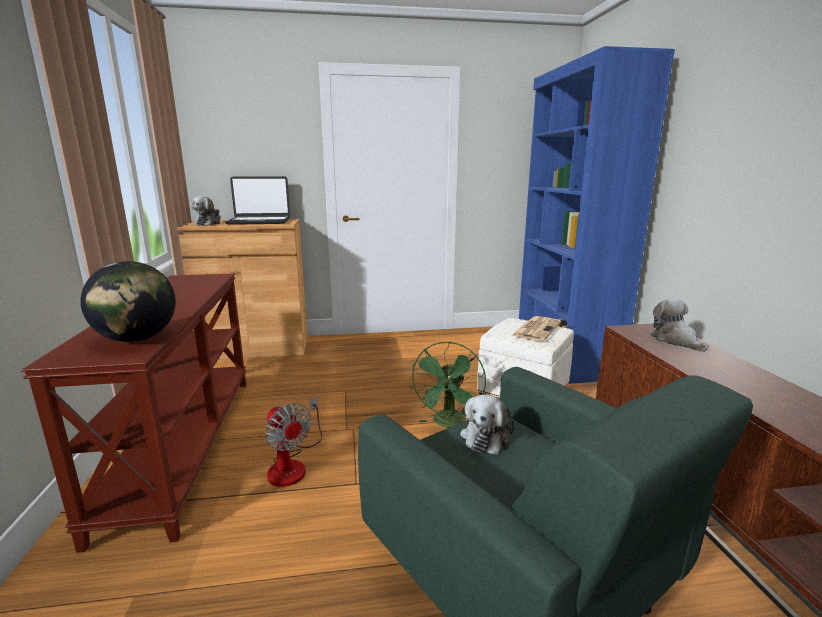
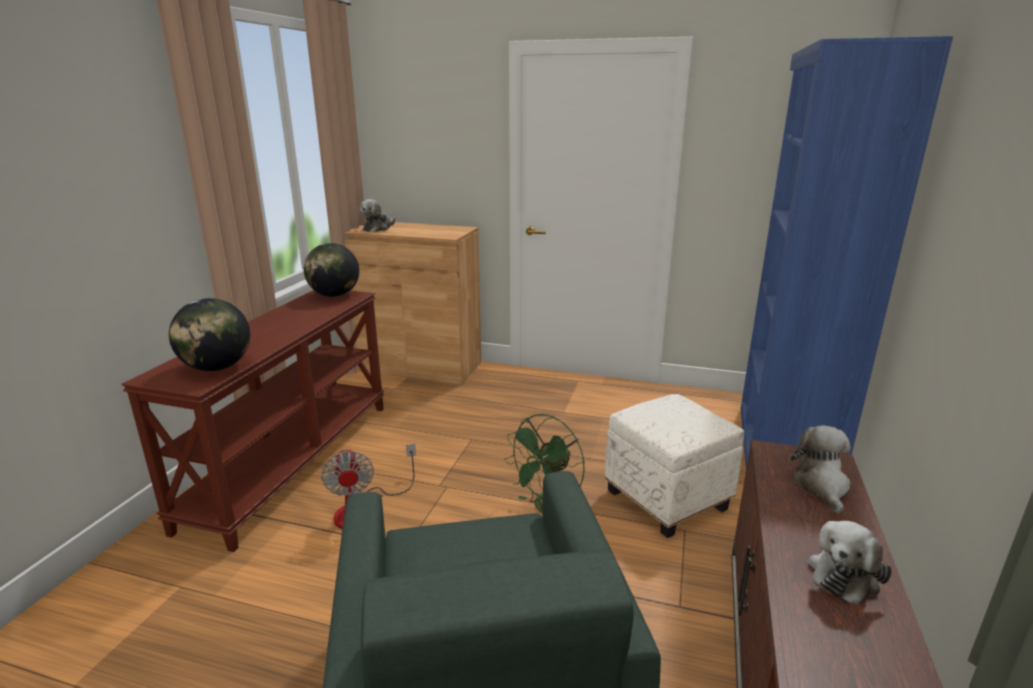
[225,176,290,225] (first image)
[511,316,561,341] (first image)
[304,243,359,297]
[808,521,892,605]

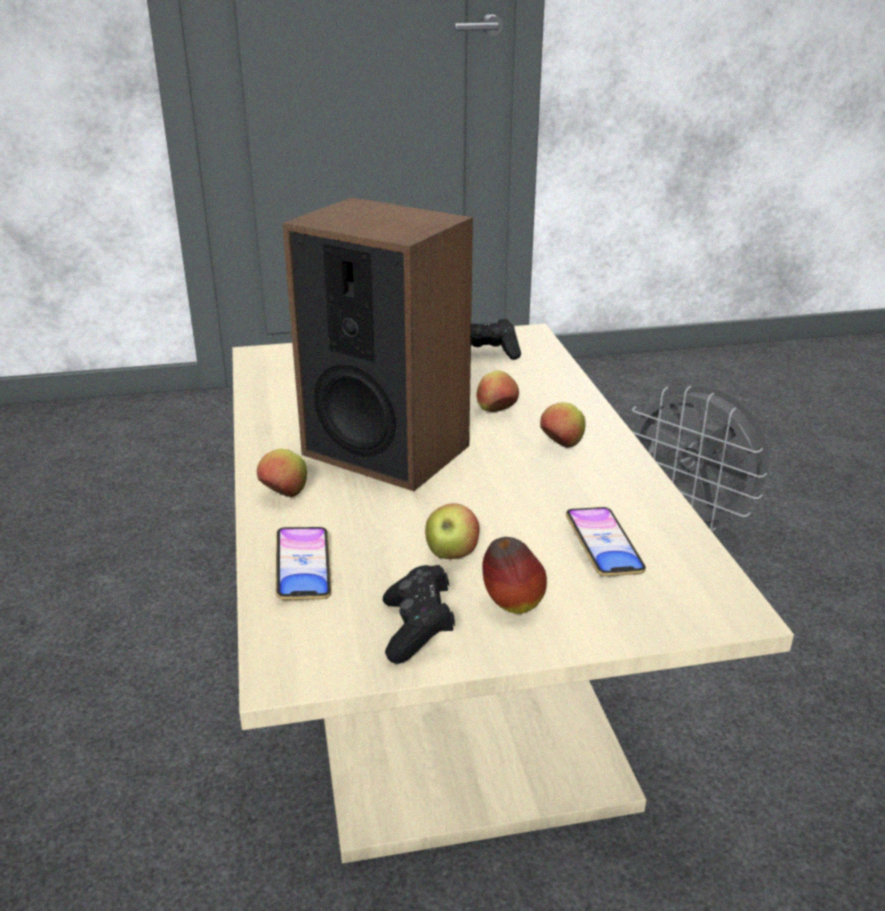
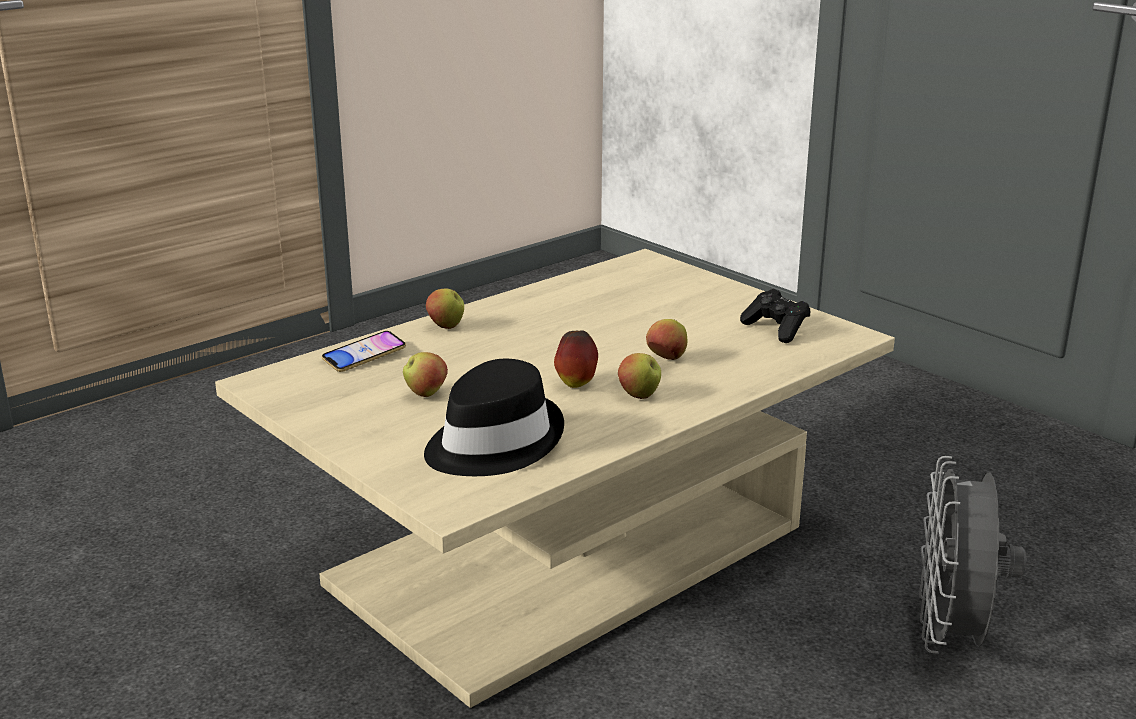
[282,197,473,491] (first image)
[383,565,455,664] (first image)
[554,330,598,388]
[424,359,564,476]

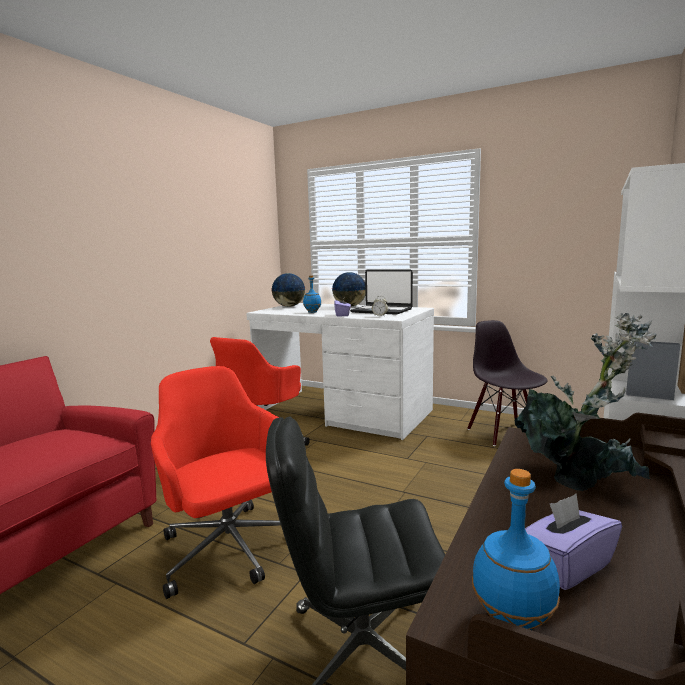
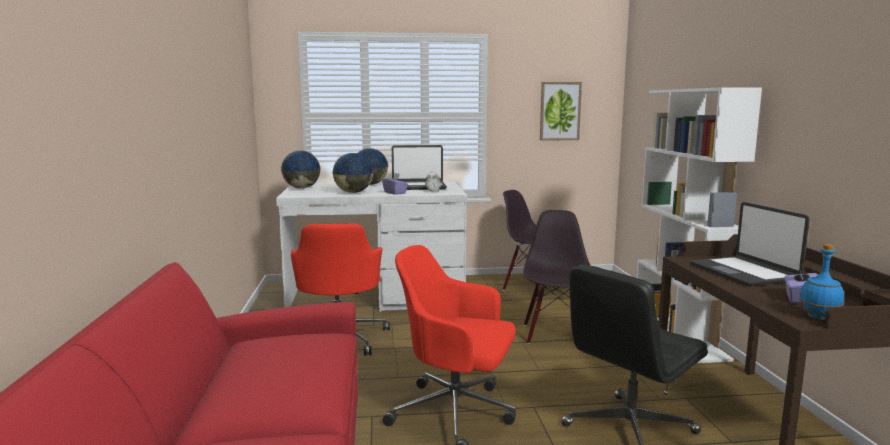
[523,210,591,344]
[540,82,582,141]
[332,153,374,193]
[690,202,810,286]

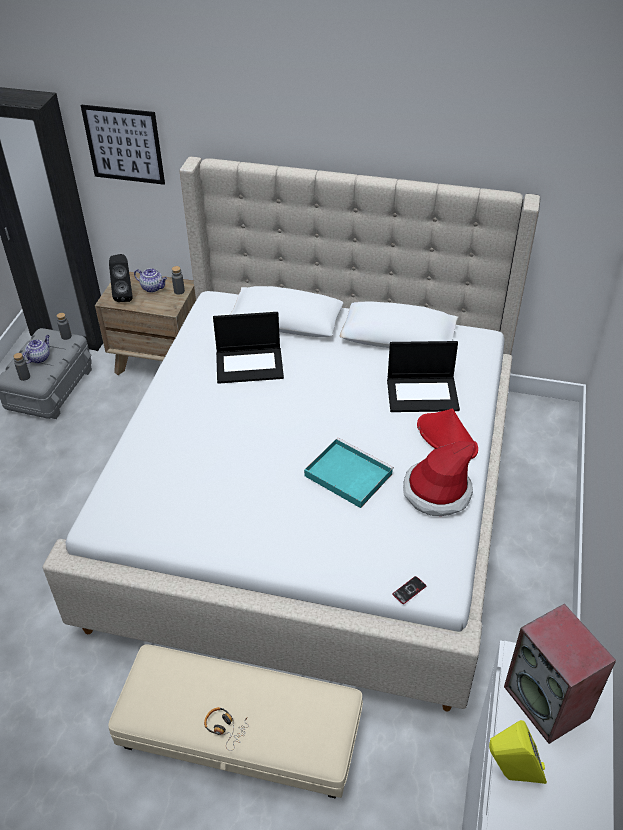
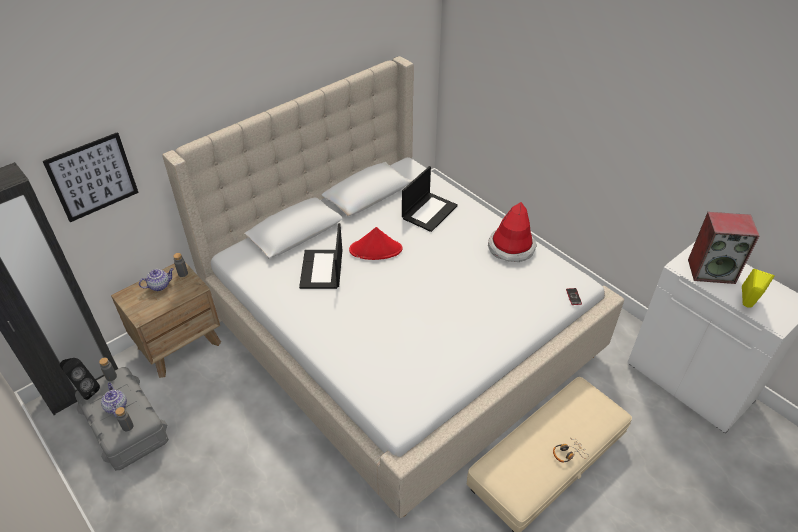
[304,438,394,508] (first image)
[60,358,100,400]
[349,227,403,260]
[299,223,342,289]

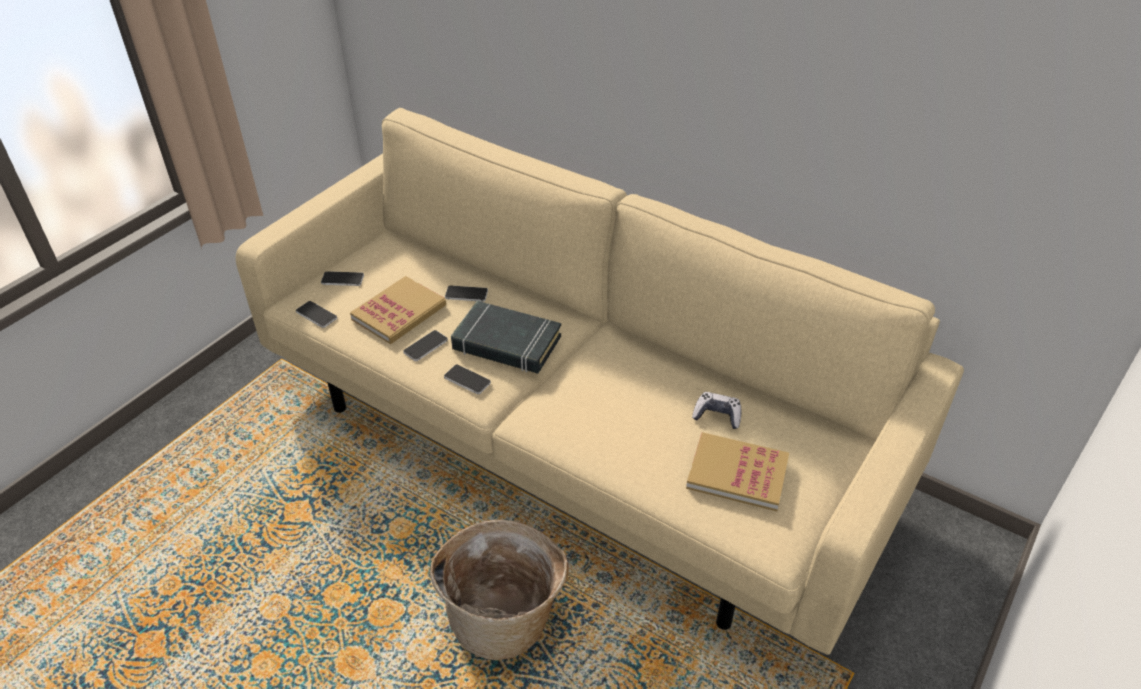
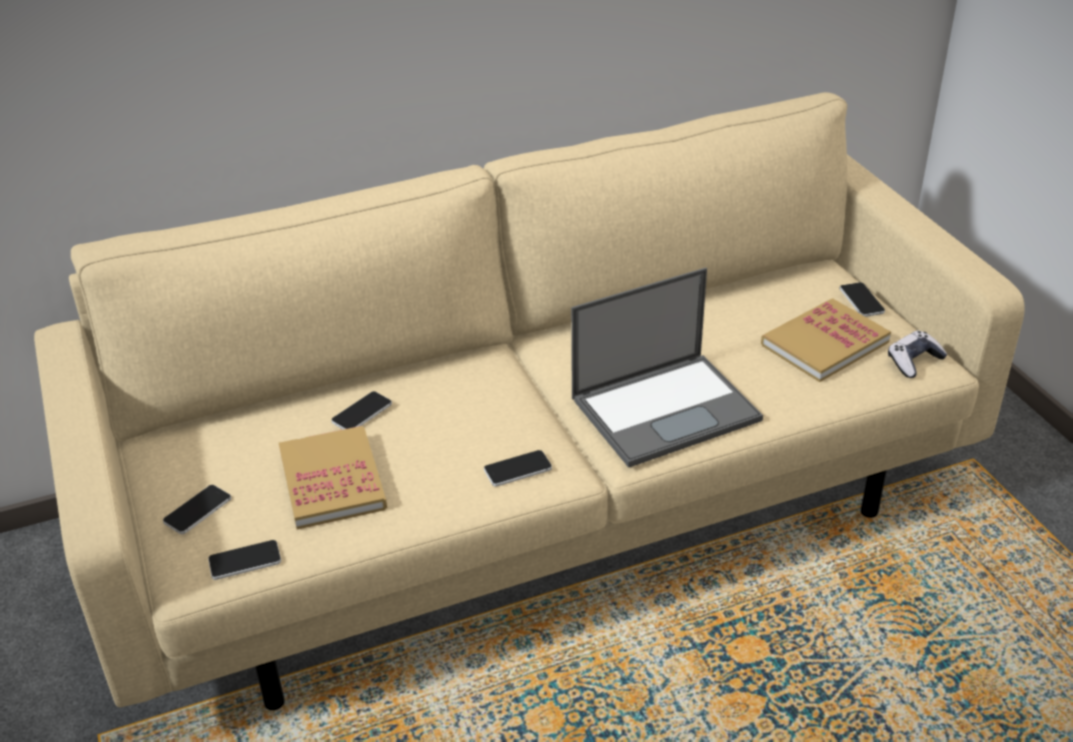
[429,520,569,660] (first image)
[451,301,561,374] (first image)
[571,268,763,468]
[840,282,885,317]
[888,331,948,378]

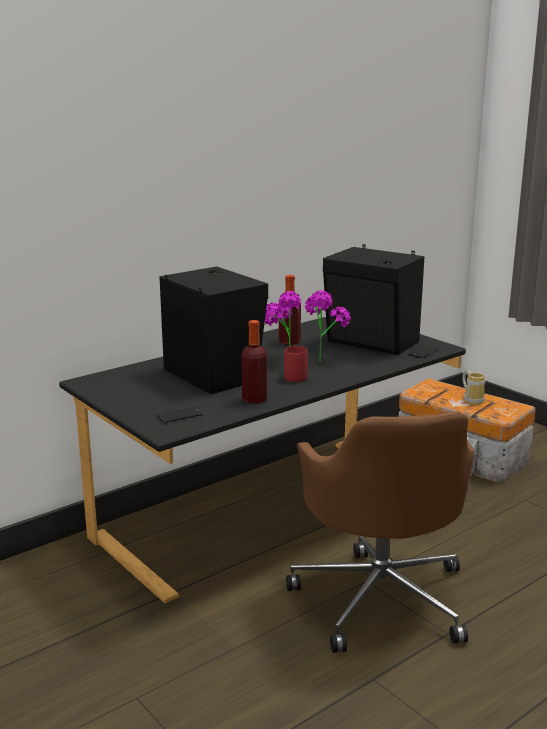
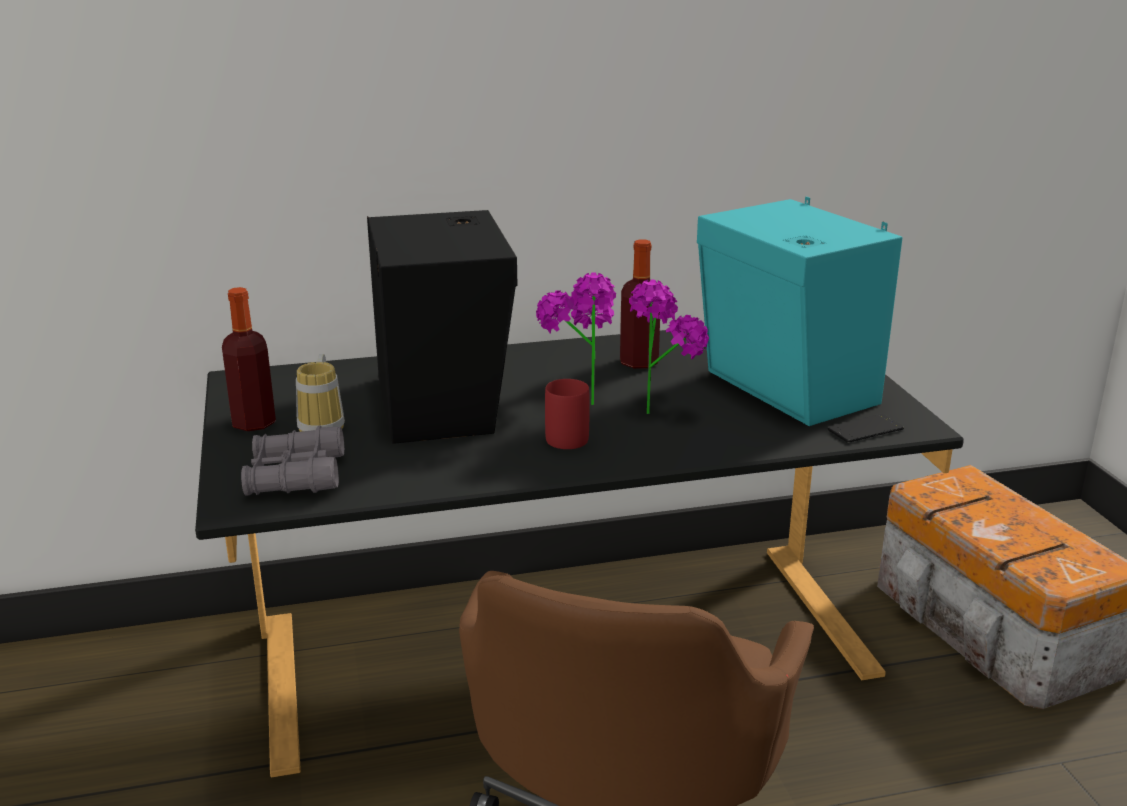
[222,287,276,431]
[296,354,345,432]
[241,426,344,496]
[697,196,902,426]

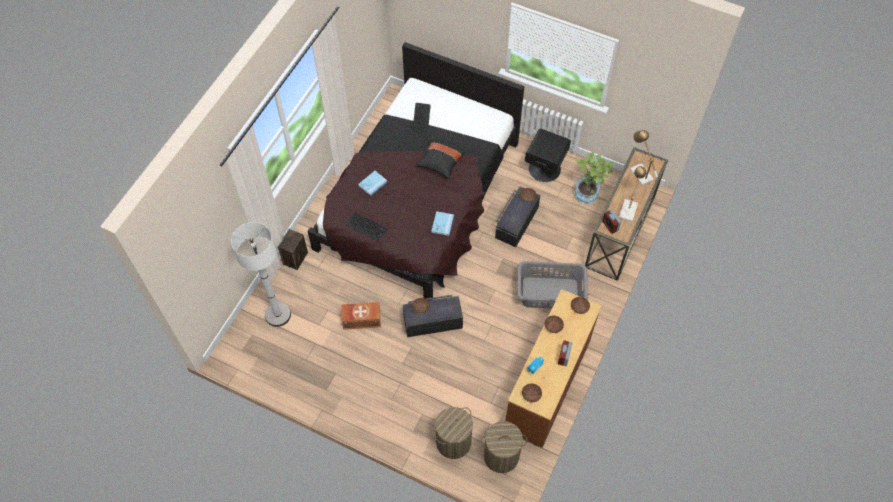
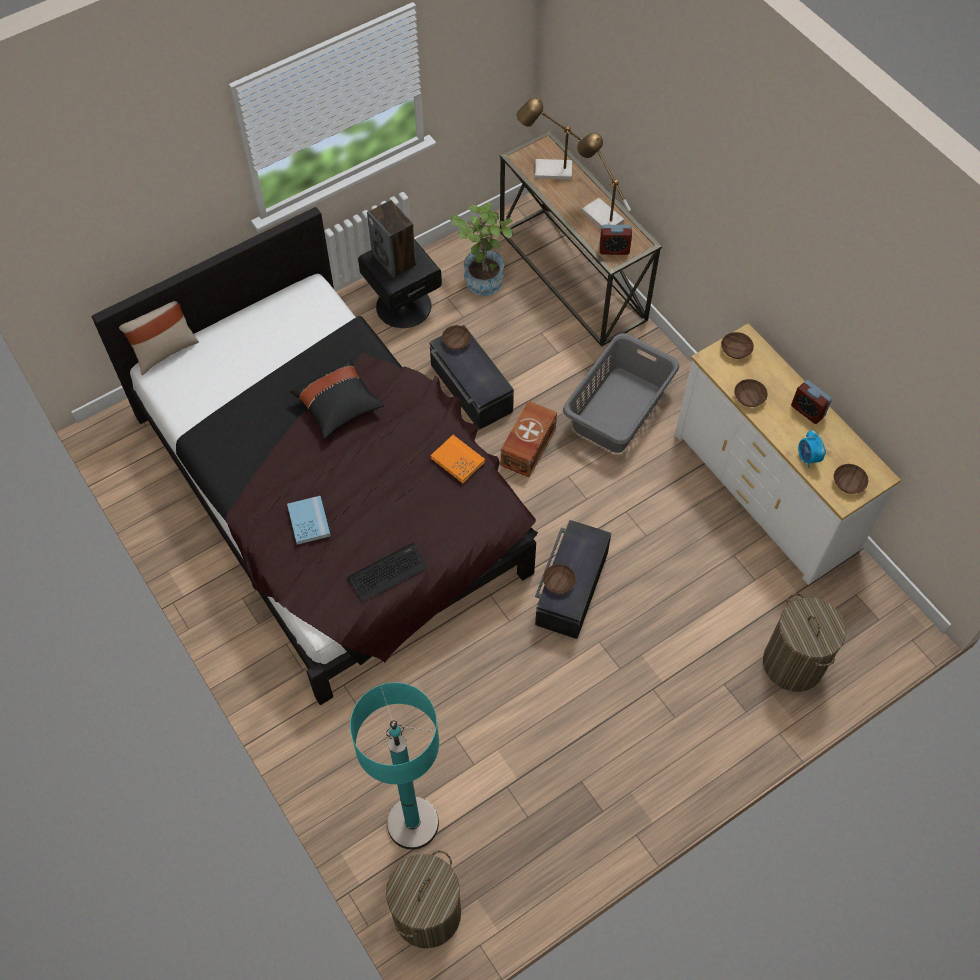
[413,103,431,133] (first image)
[119,301,199,375]
[367,200,416,278]
[501,401,557,477]
[386,850,461,948]
[350,682,439,850]
[430,435,485,483]
[675,323,901,585]

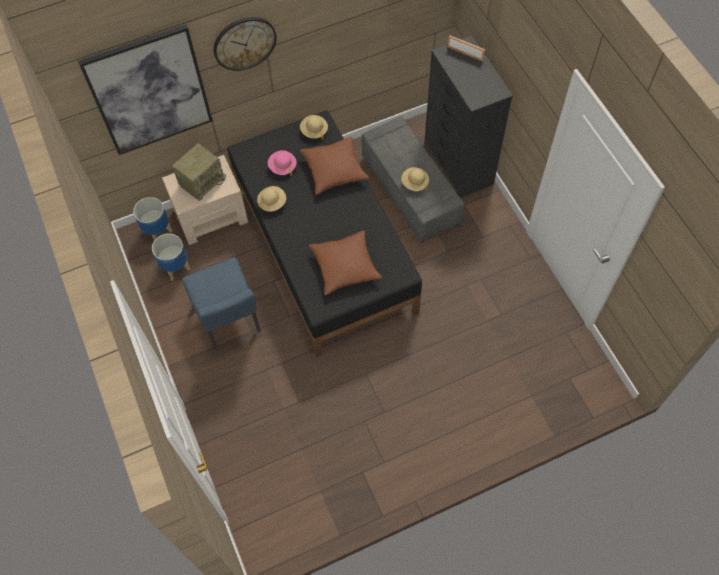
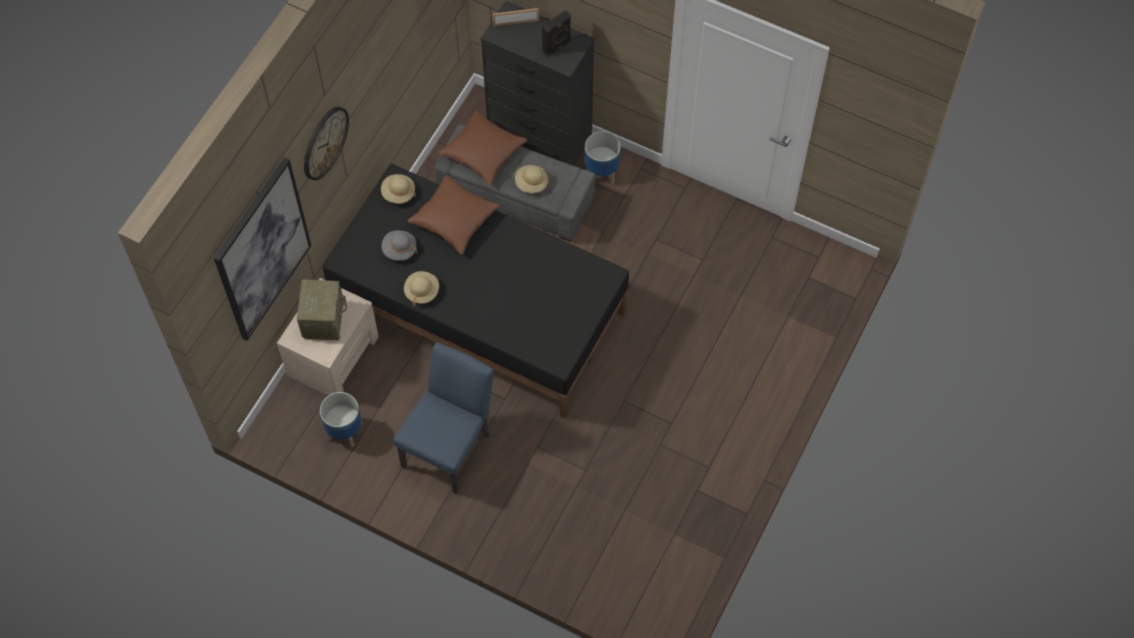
[542,10,571,57]
[585,131,621,185]
[438,110,527,186]
[382,230,417,261]
[394,342,494,494]

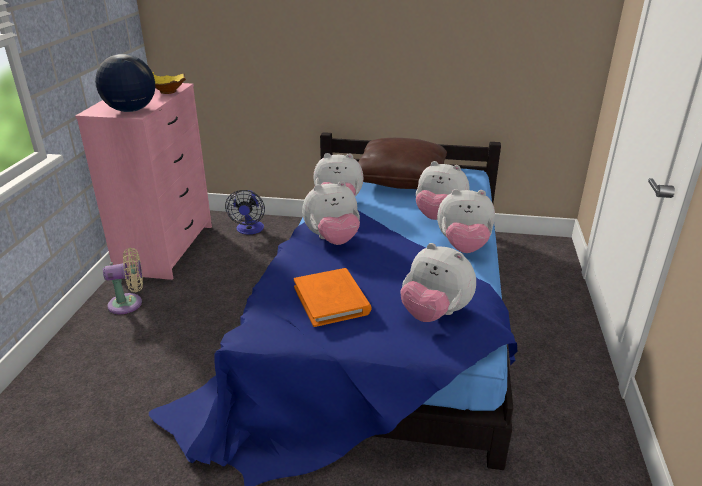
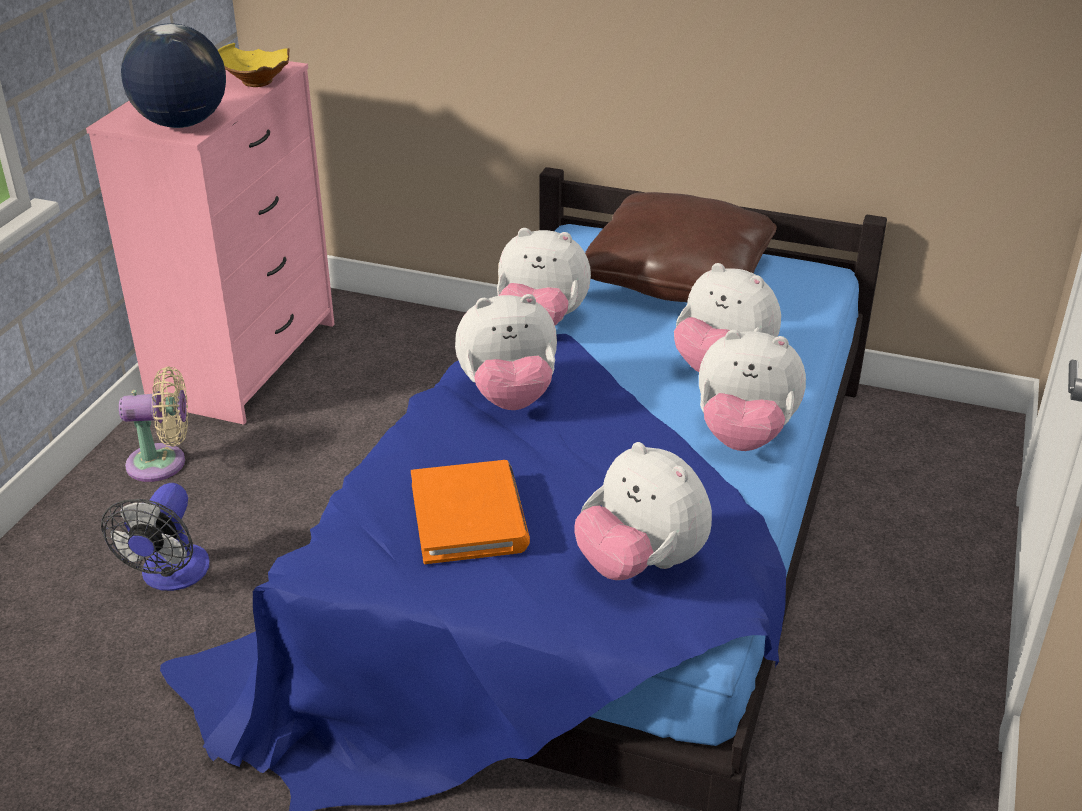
[101,483,209,591]

